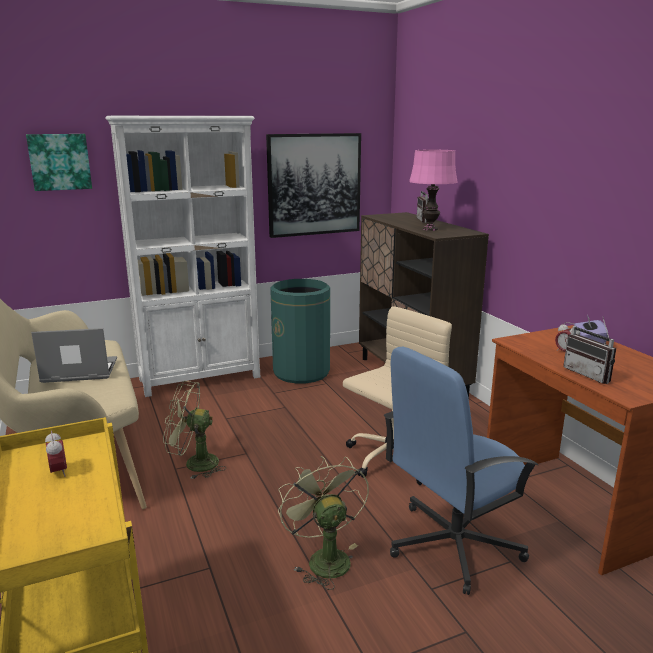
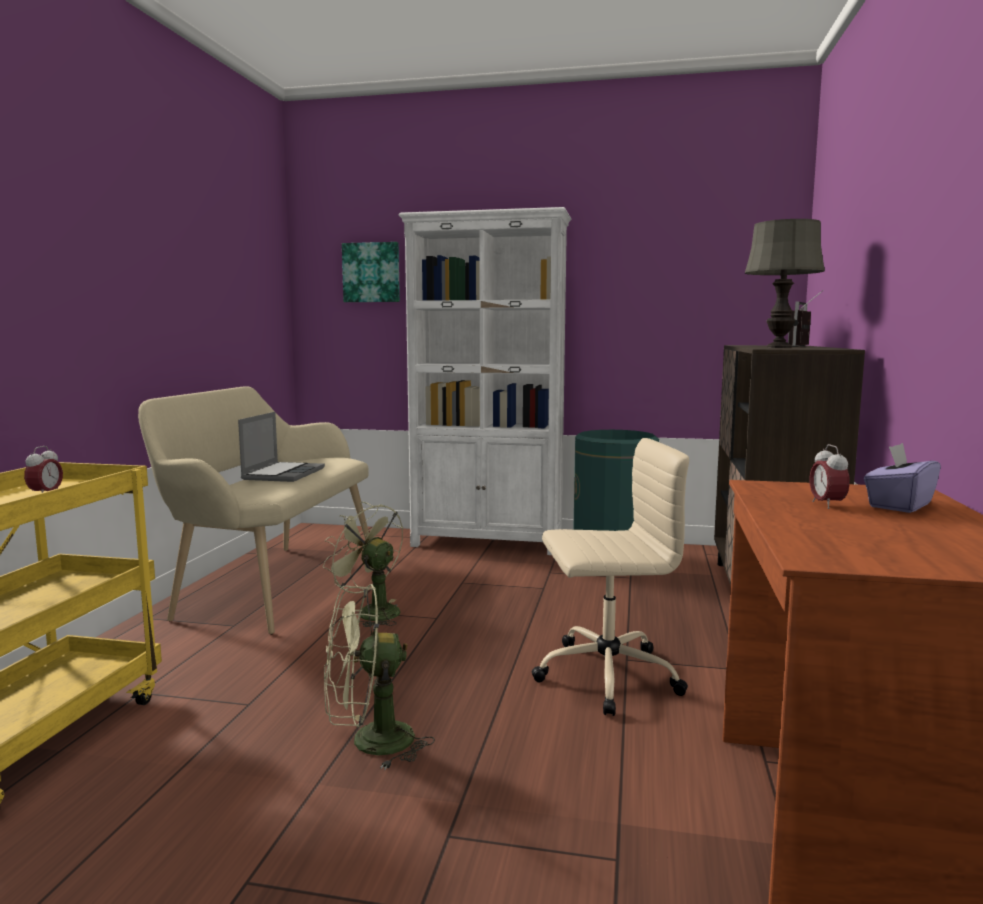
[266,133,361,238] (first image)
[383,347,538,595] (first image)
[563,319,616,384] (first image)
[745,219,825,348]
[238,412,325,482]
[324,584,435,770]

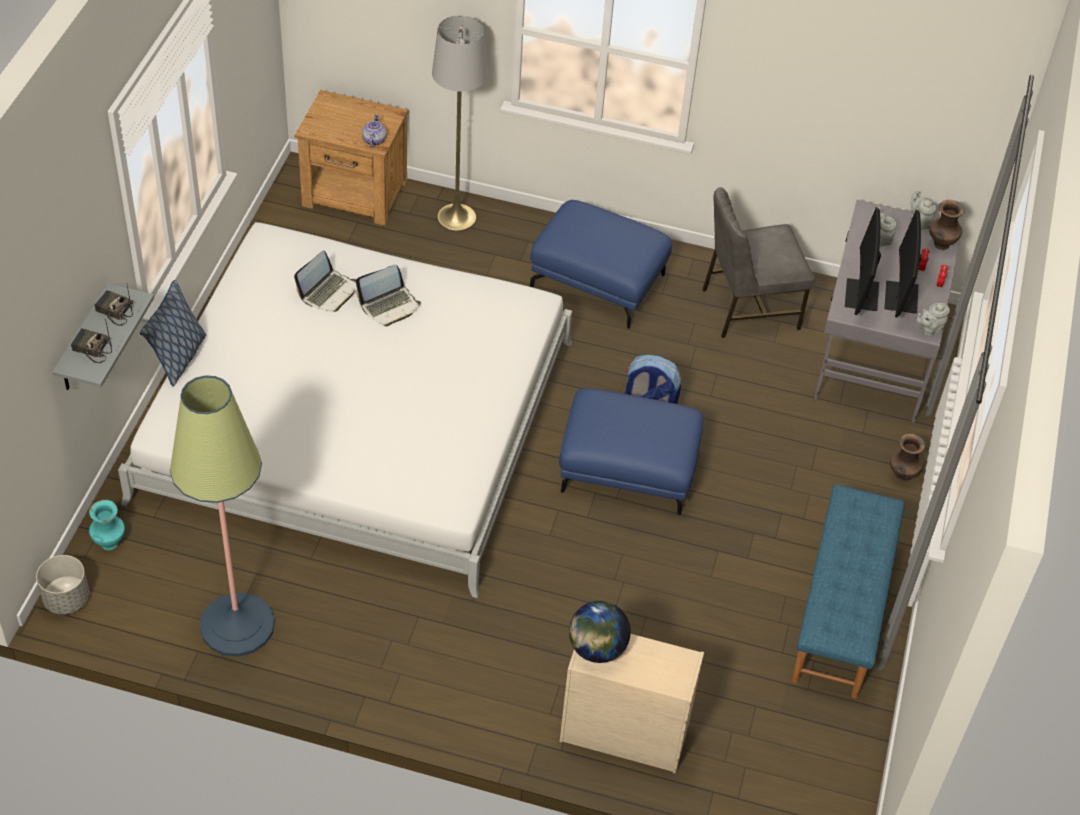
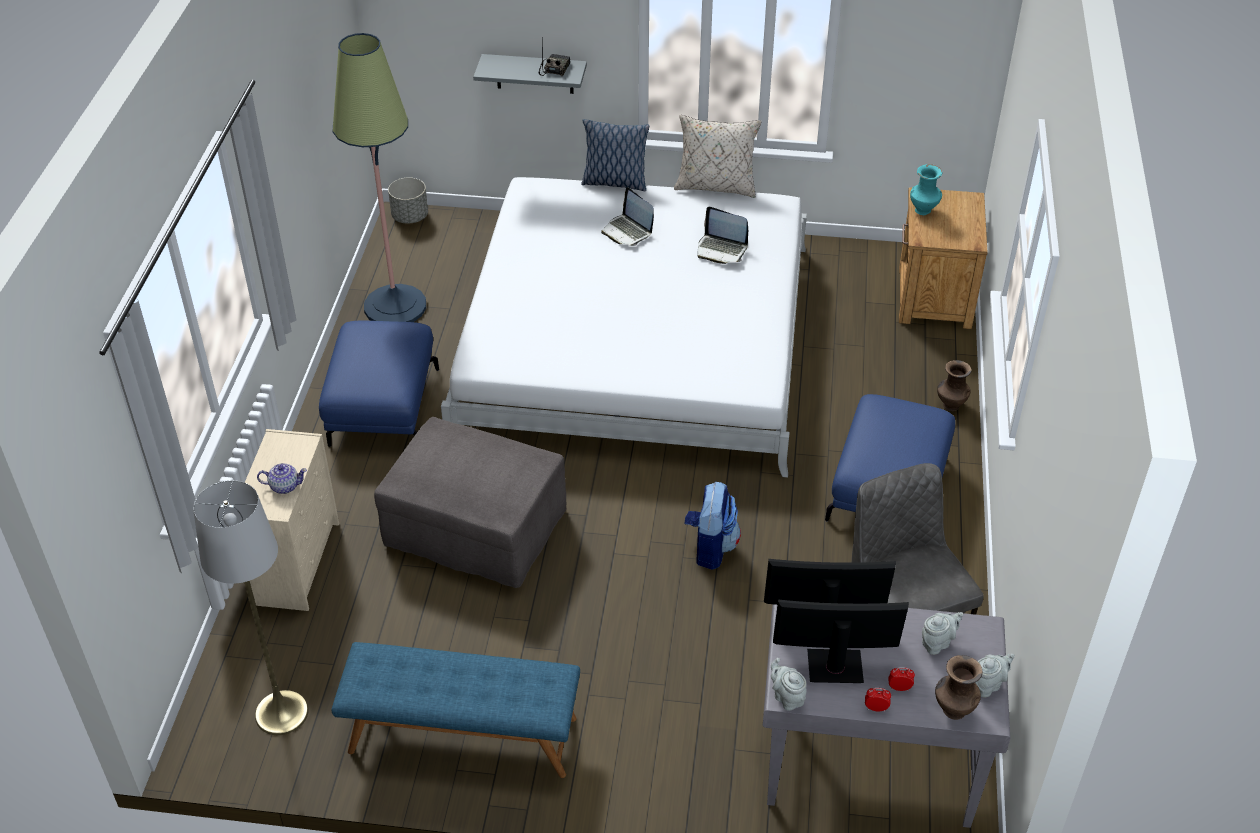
[71,319,112,363] (first image)
[569,601,631,663] (first image)
[374,417,566,588]
[674,115,762,198]
[910,164,942,215]
[601,187,654,246]
[257,463,307,494]
[193,480,309,735]
[319,321,439,447]
[937,360,972,411]

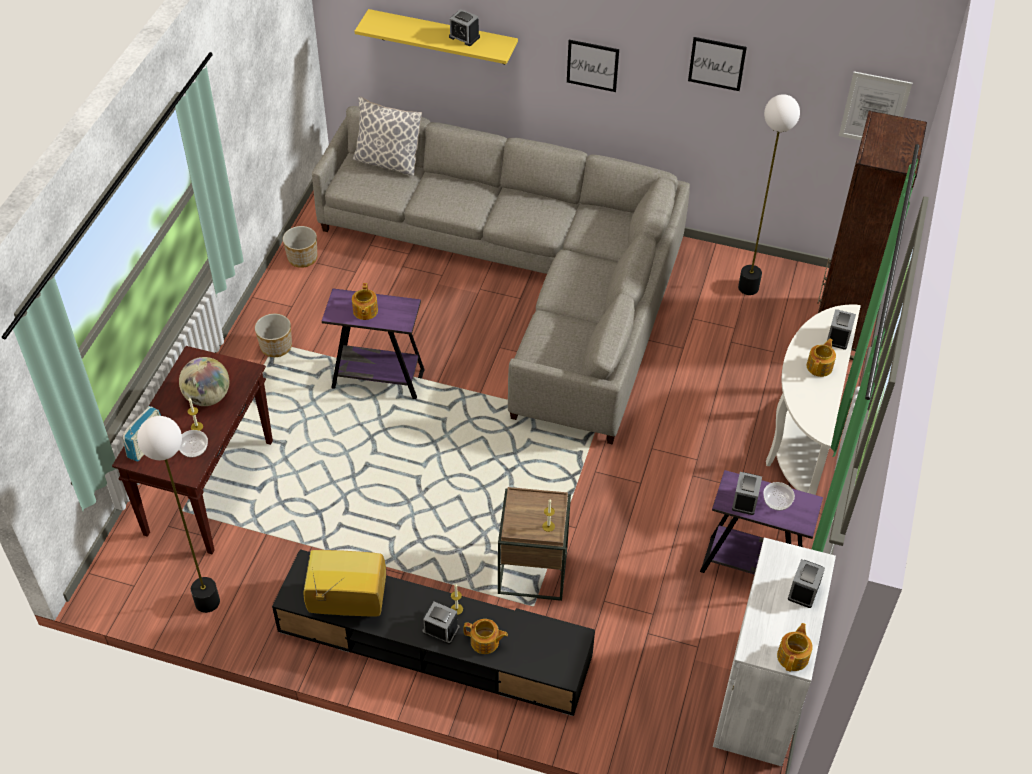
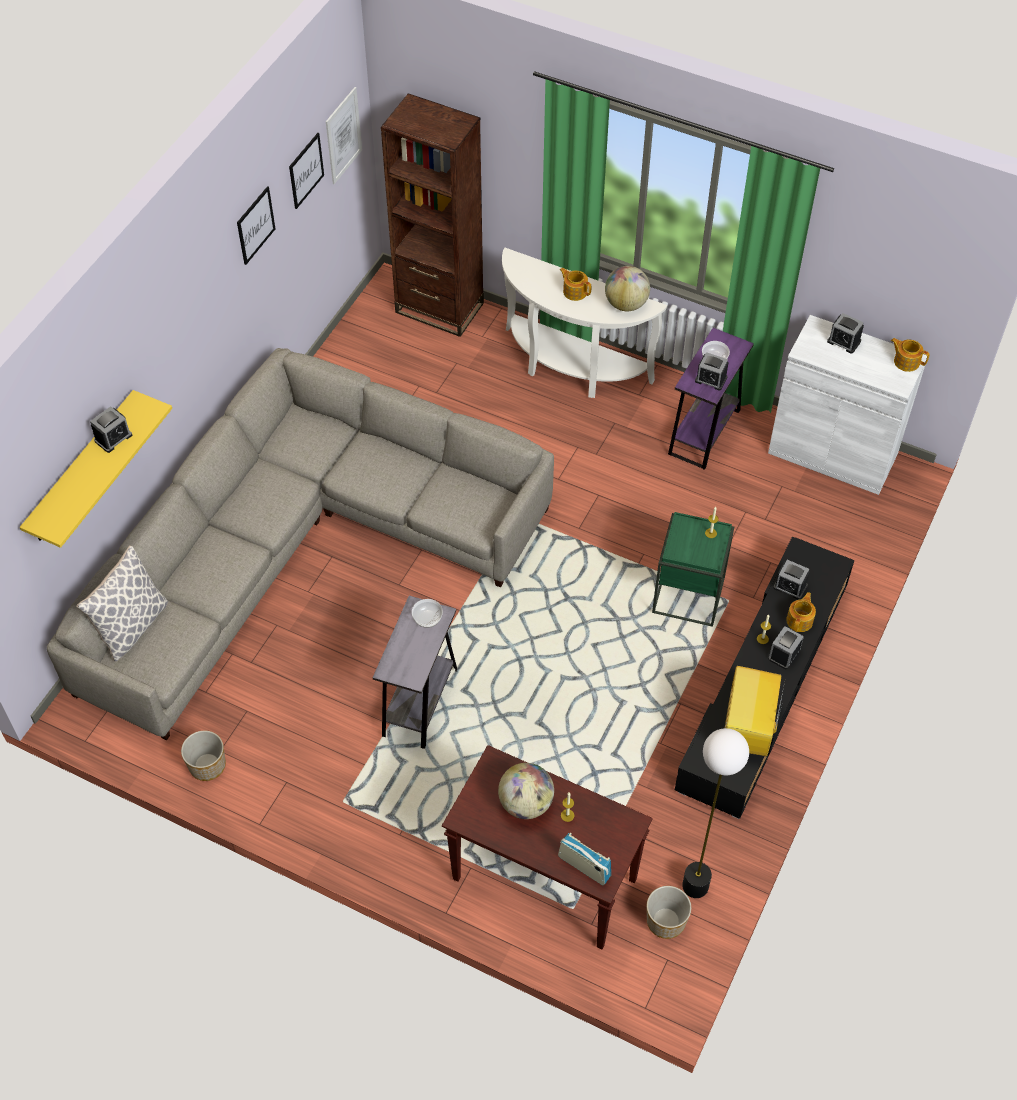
[352,283,378,320] (first image)
[738,94,800,295] (first image)
[605,266,650,311]
[412,599,443,628]
[647,886,691,939]
[289,133,324,209]
[773,560,810,600]
[373,596,457,749]
[652,512,734,627]

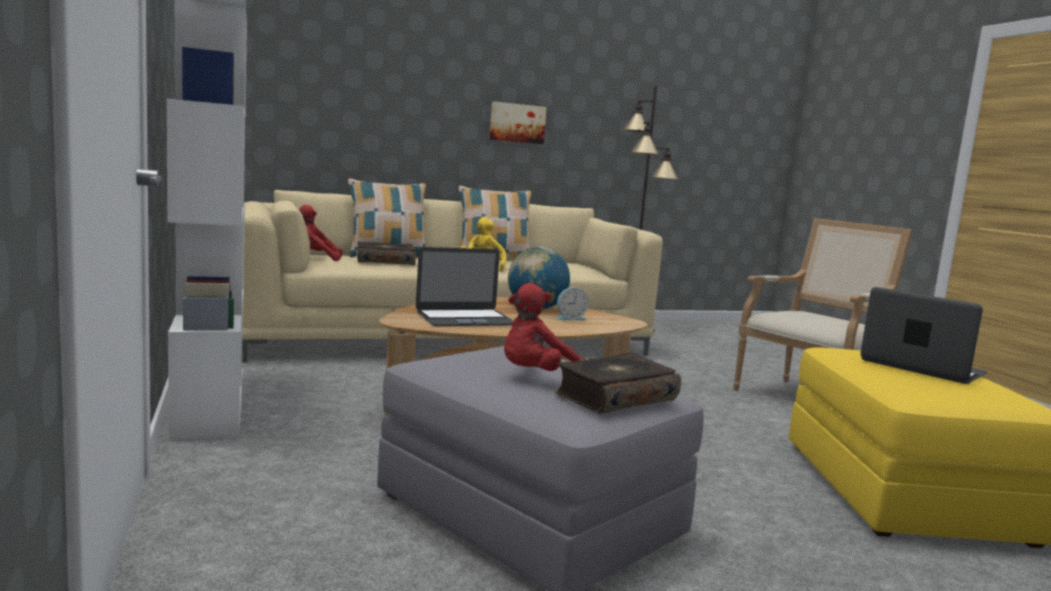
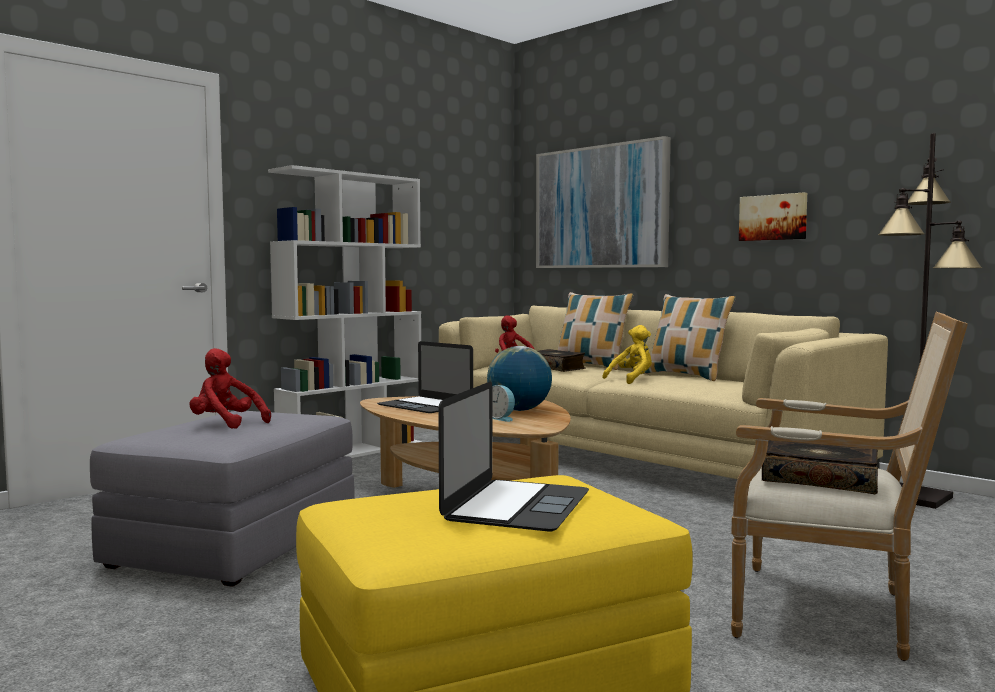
[536,136,671,268]
[762,440,878,494]

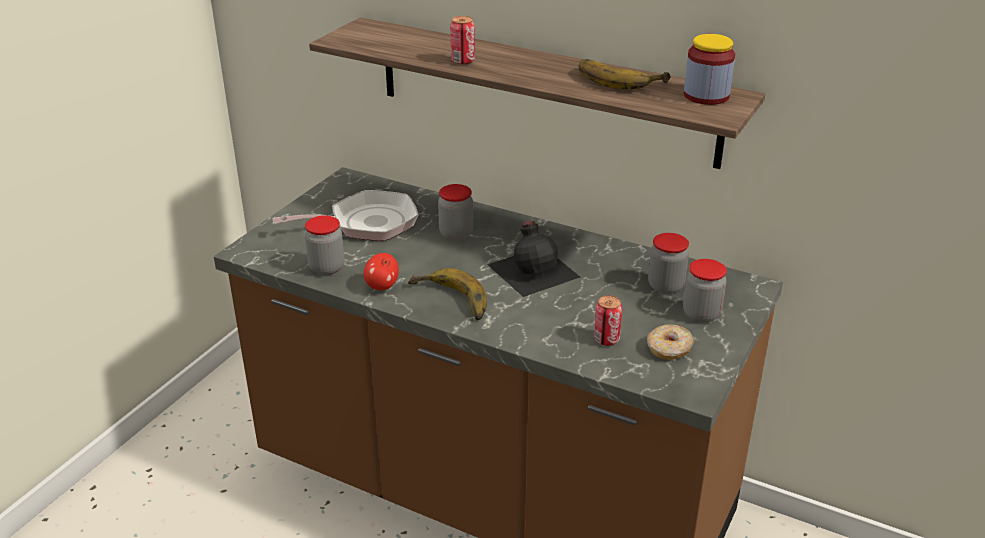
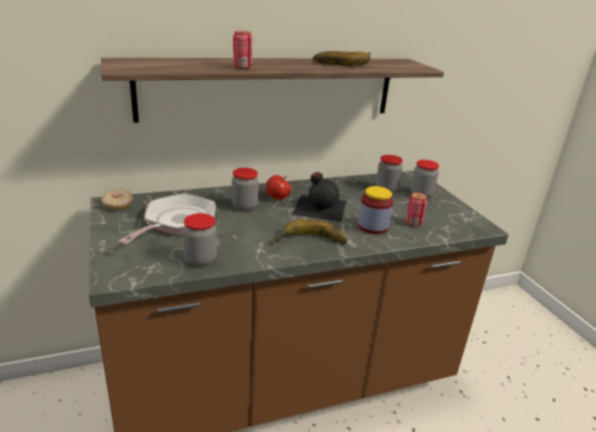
[266,175,291,200]
[101,189,133,210]
[358,186,393,234]

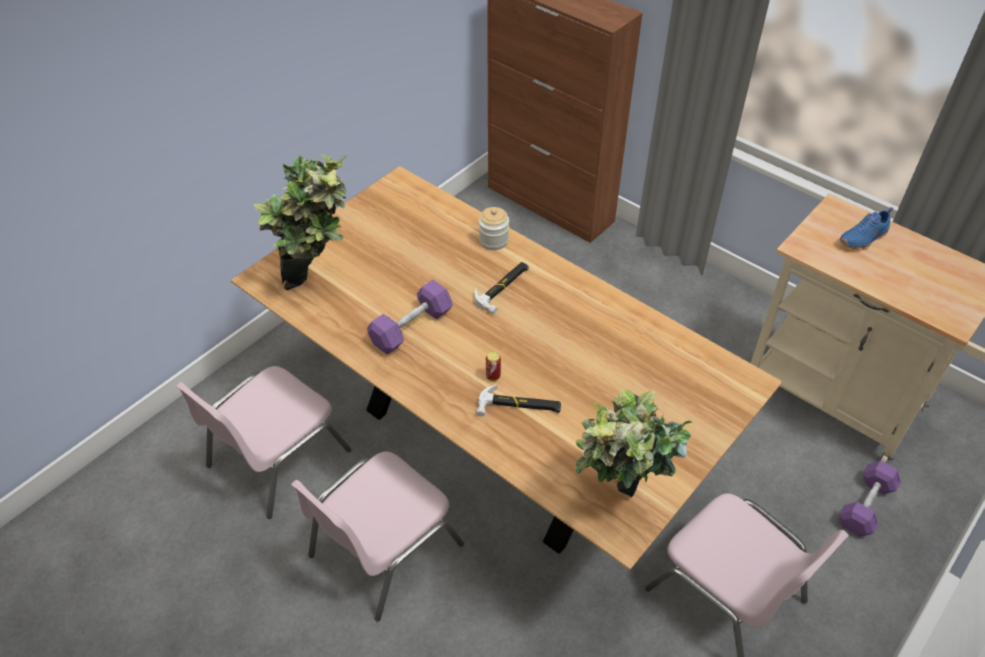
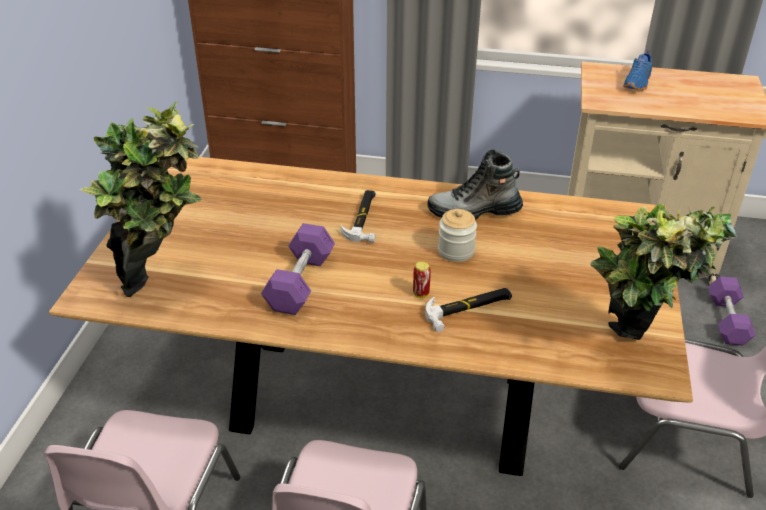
[428,149,523,219]
[438,209,477,262]

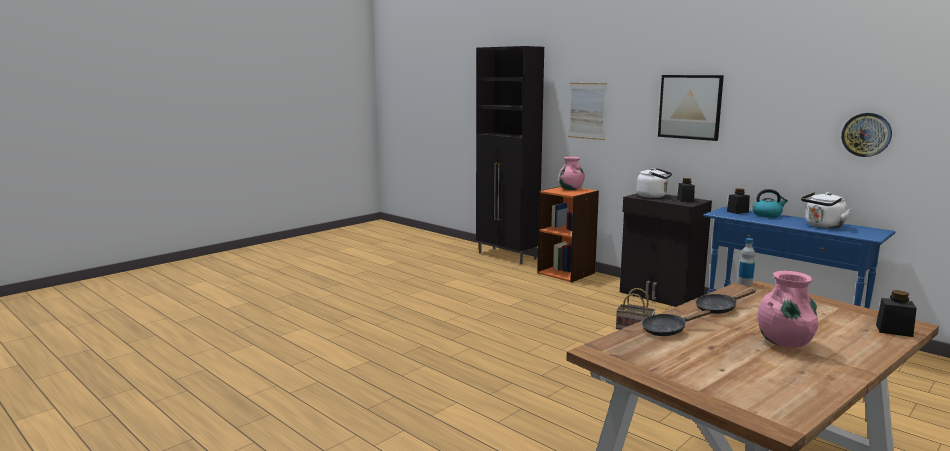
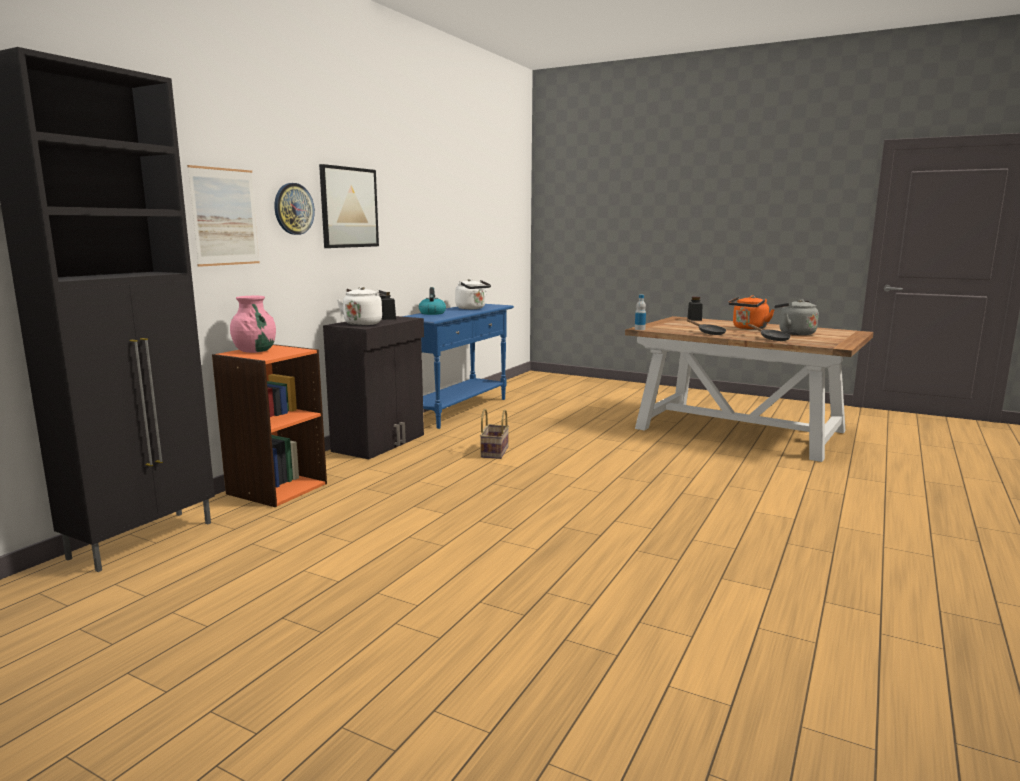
[727,188,750,214] (first image)
[774,299,819,335]
[274,183,315,235]
[728,295,775,330]

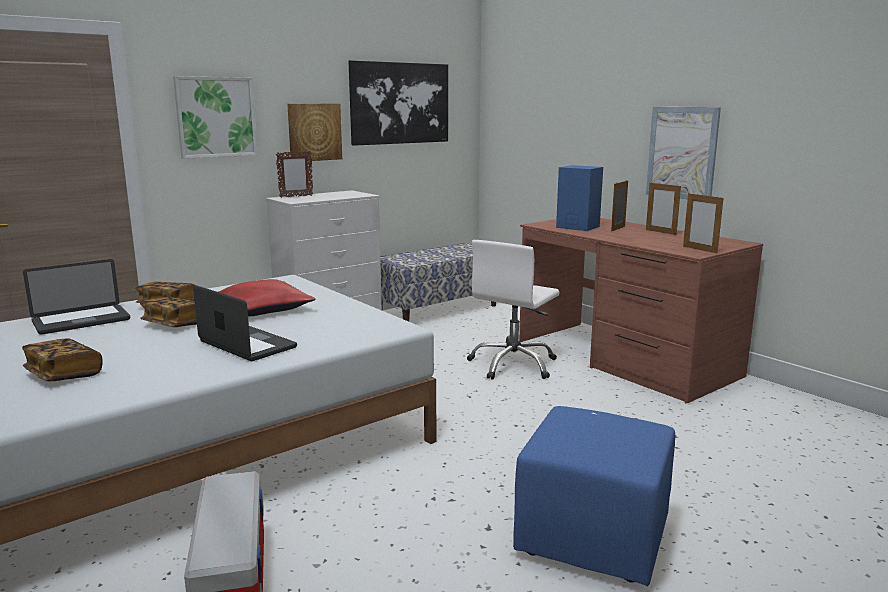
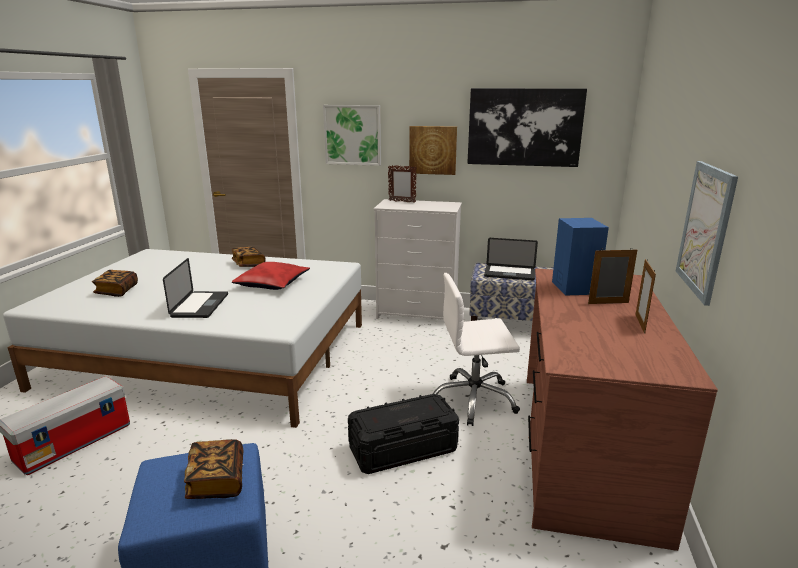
[683,193,723,253] (first image)
[348,394,459,474]
[484,238,538,281]
[184,439,244,499]

